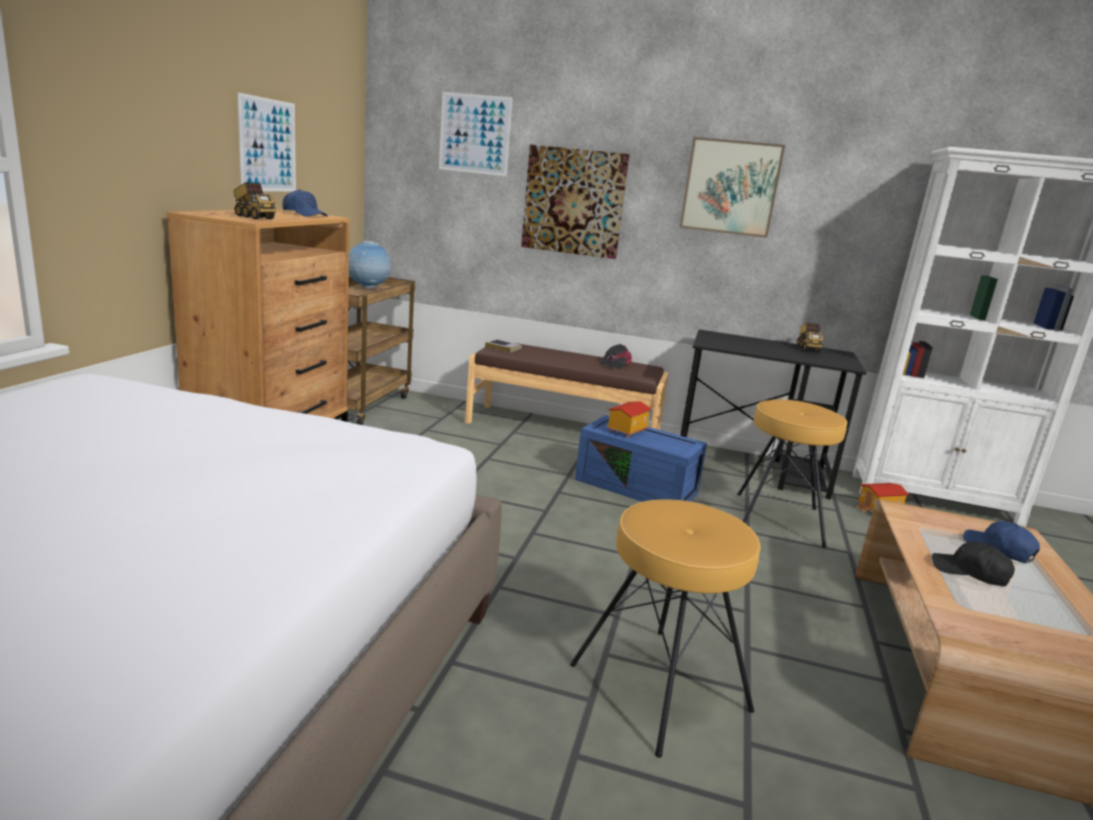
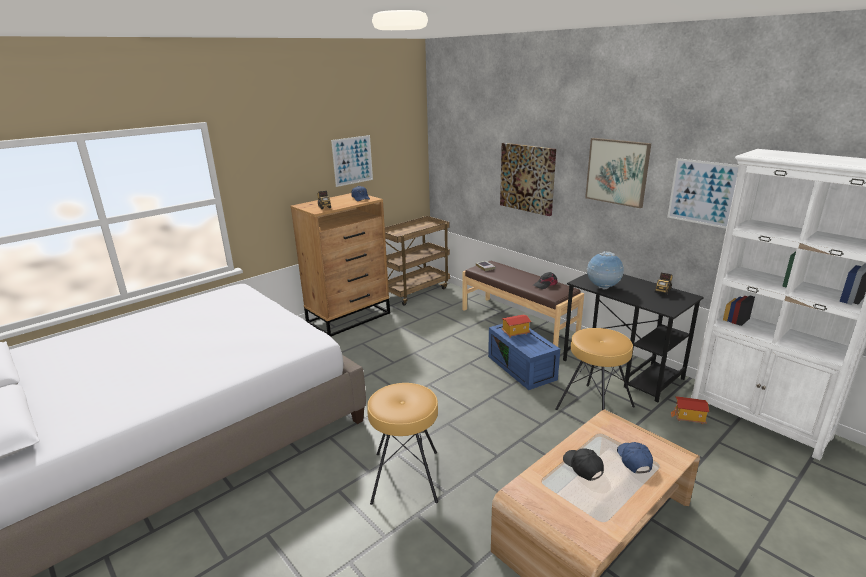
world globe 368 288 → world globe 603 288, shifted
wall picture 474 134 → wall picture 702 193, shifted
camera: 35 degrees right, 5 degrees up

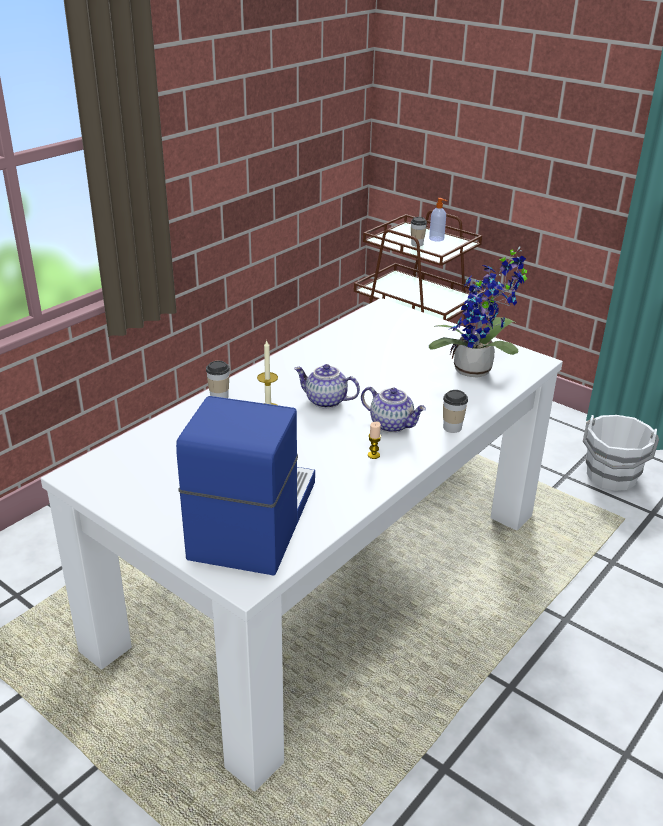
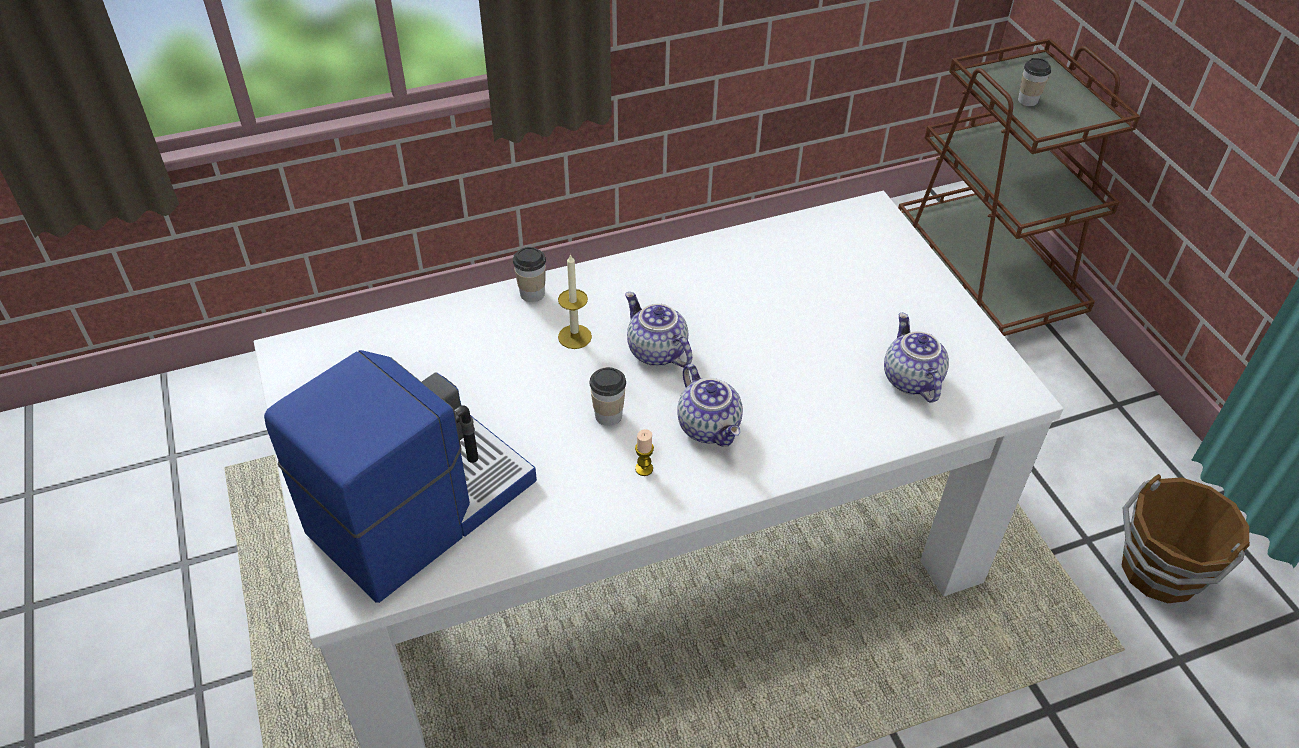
liquid soap bottle 437 239 → -
potted plant 477 371 → teapot 909 379
cup 452 427 → cup 608 415, shifted
white water bucket 611 477 → brown water bucket 1159 572
camera: 30 degrees right, 15 degrees up

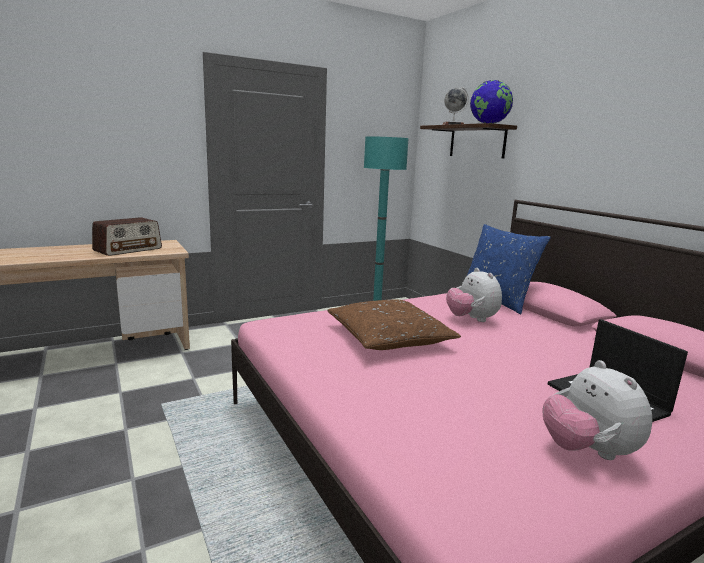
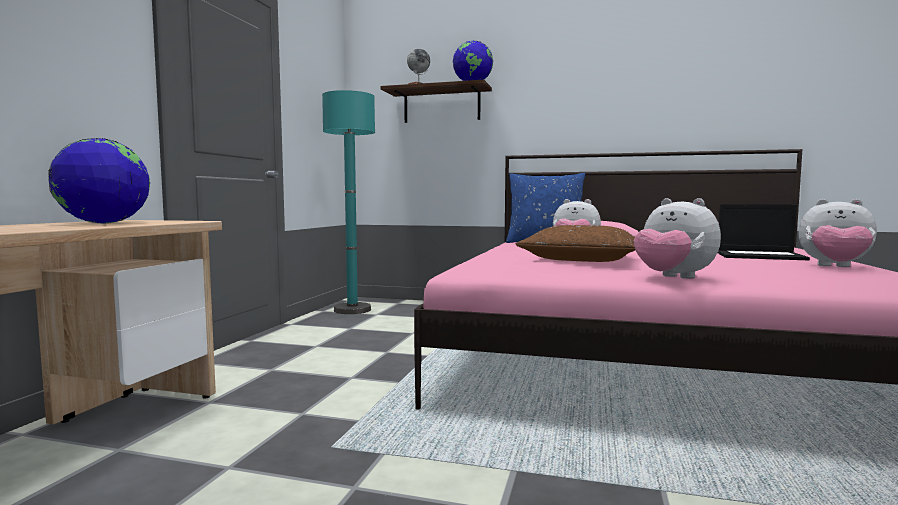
radio set 128 249 → world globe 104 223
- → soft toy 673 278
camera: 45 degrees left, 10 degrees down

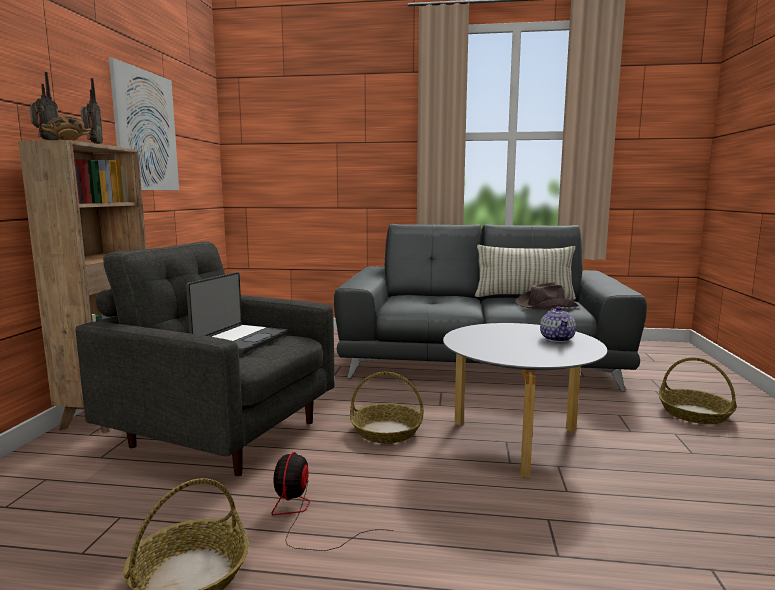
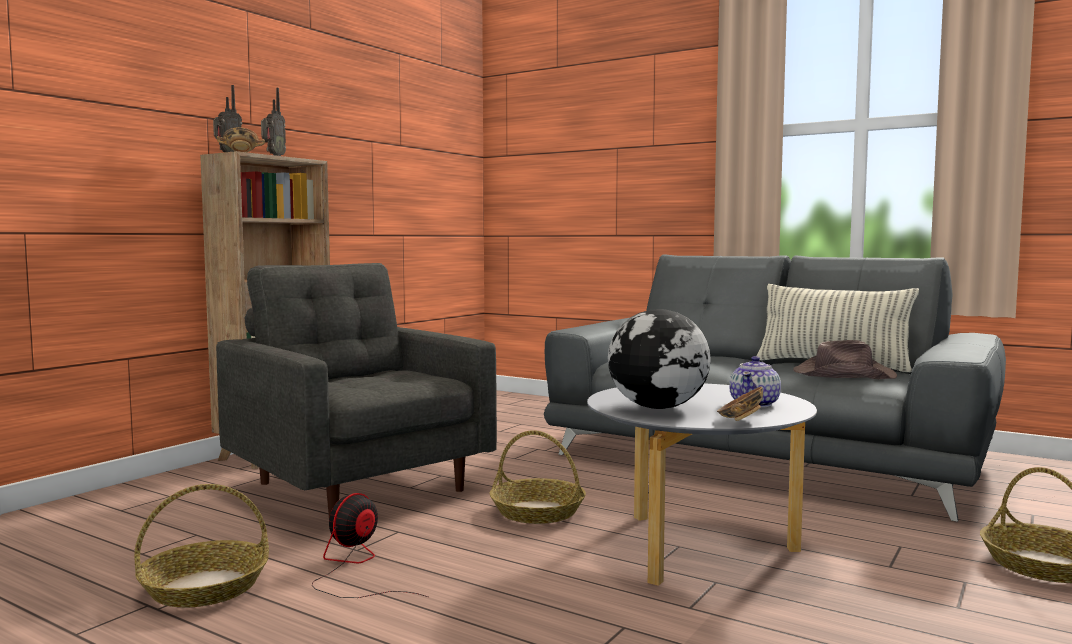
wall picture 146 131 → -
laptop 240 340 → -
- → world globe 657 408
- → bowl 739 420
camera: 25 degrees right, 5 degrees down

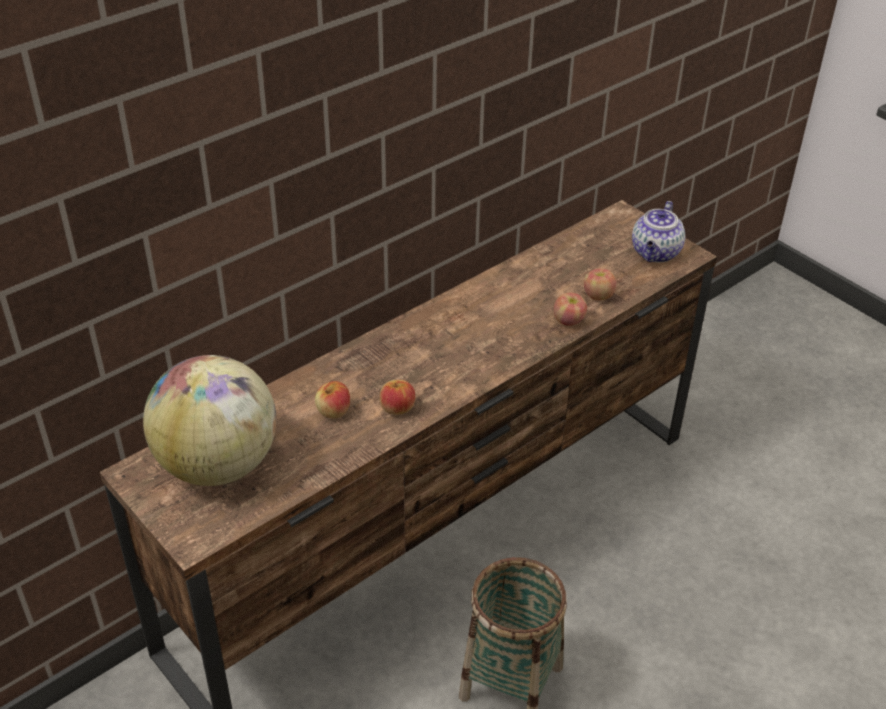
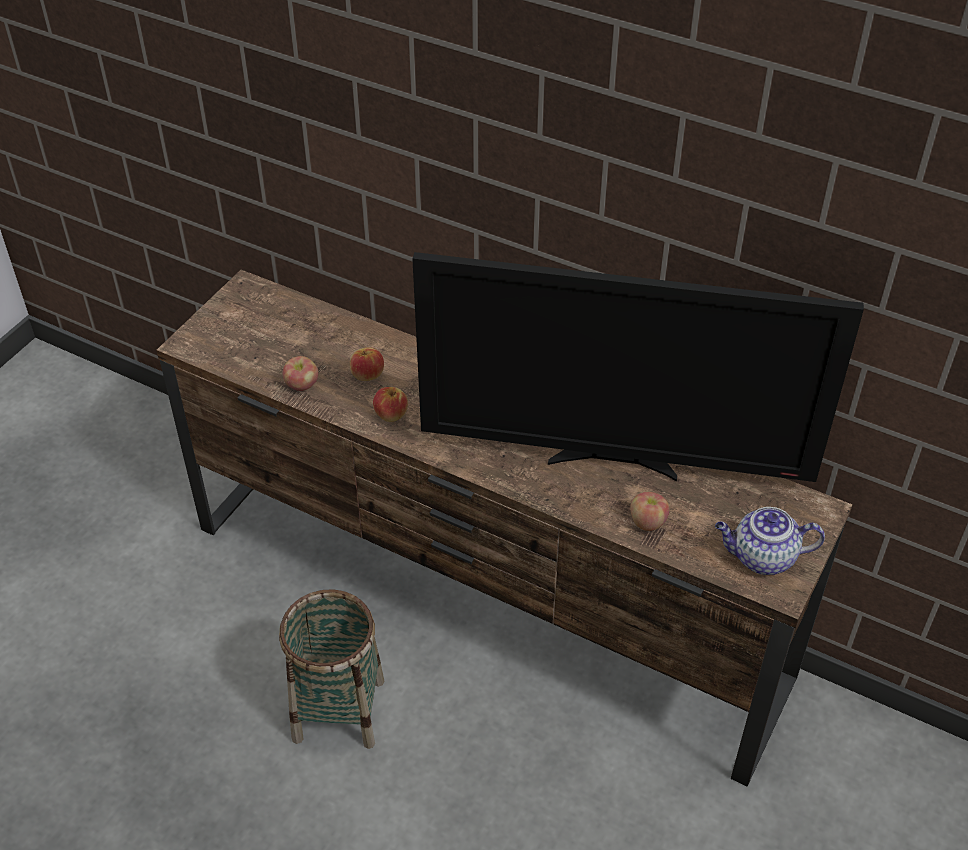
world globe 218 464 → -
apple 568 321 → apple 302 385, shifted
- → television 614 461
camera: 70 degrees right, 5 degrees up

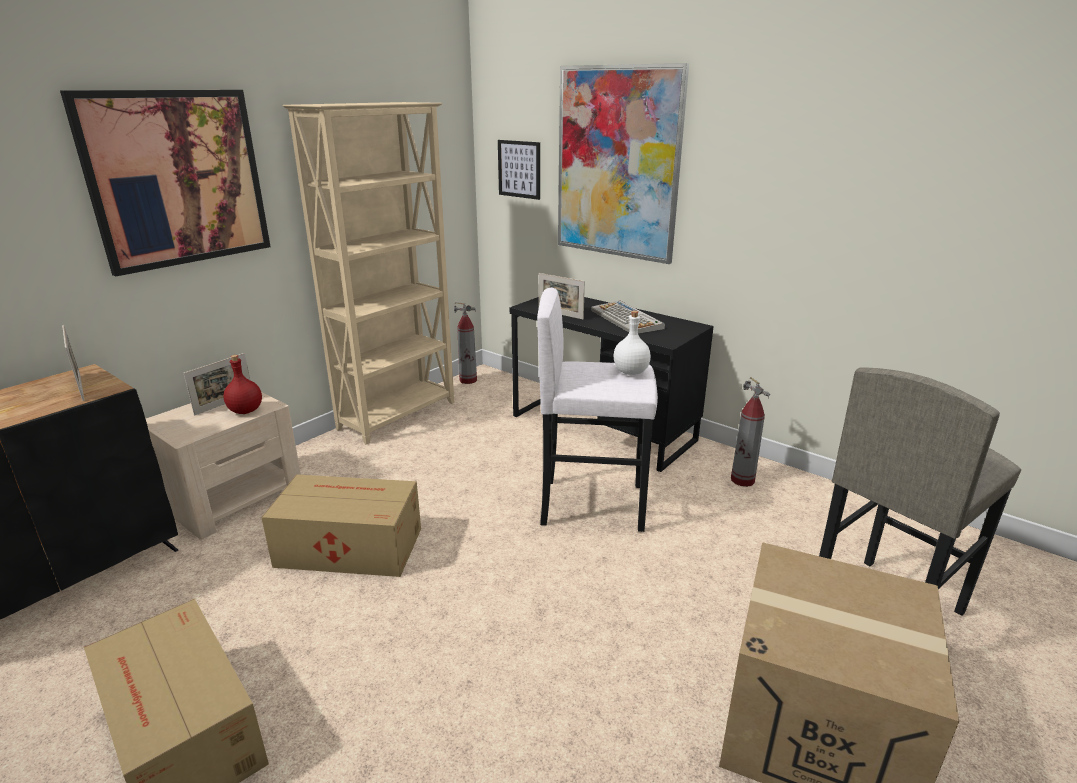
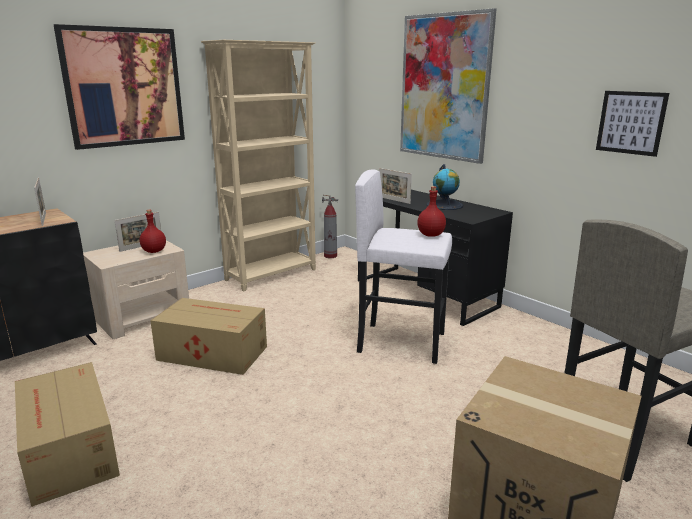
wall picture 519 169 → wall picture 631 122, shifted
PC keyboard 627 319 → world globe 444 205
white beverage bottle 630 371 → red beverage bottle 431 235
fire-fighting cylinder 742 480 → -
camera: 10 degrees right, 5 degrees down

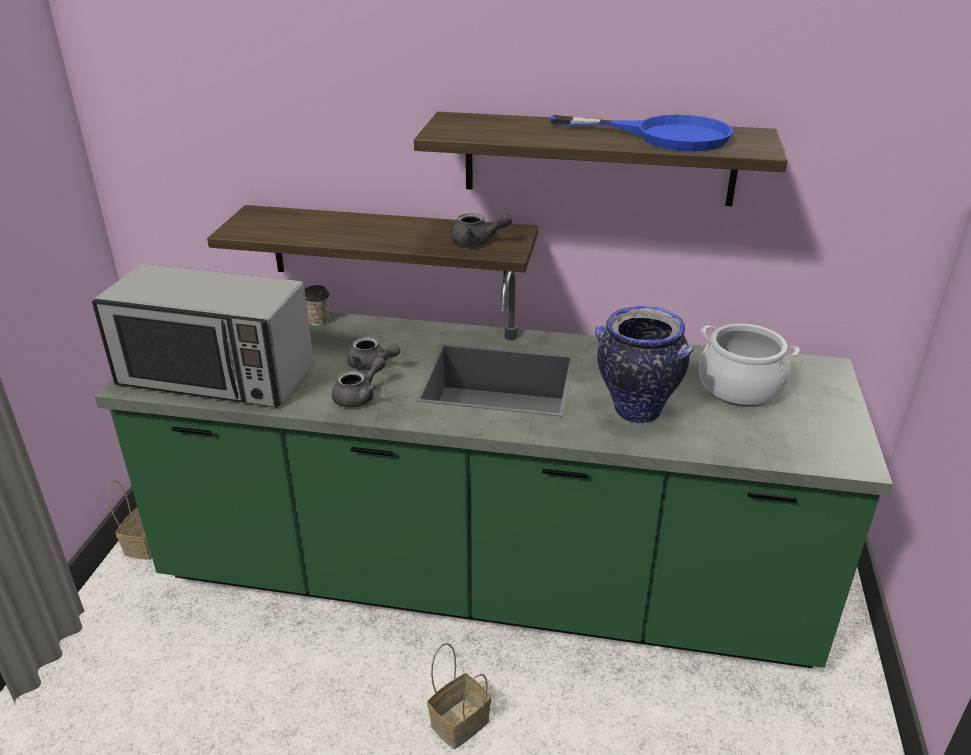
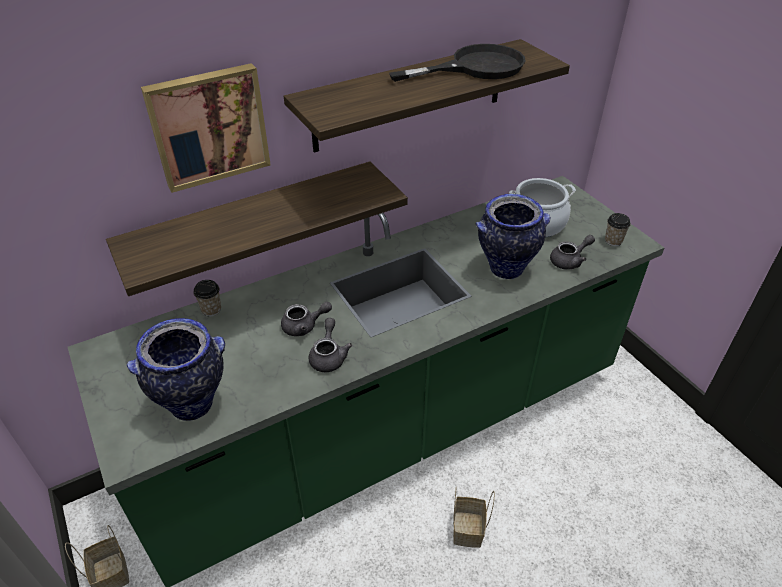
kitchen microwave 216 376 → vase 193 404
greyish teapot 477 242 → greyish teapot 569 261, shifted
blue-coloured skillet 664 136 → blackish skillet 475 67
- → wall picture 208 126
- → cup 613 241
camera: 40 degrees left, 10 degrees up

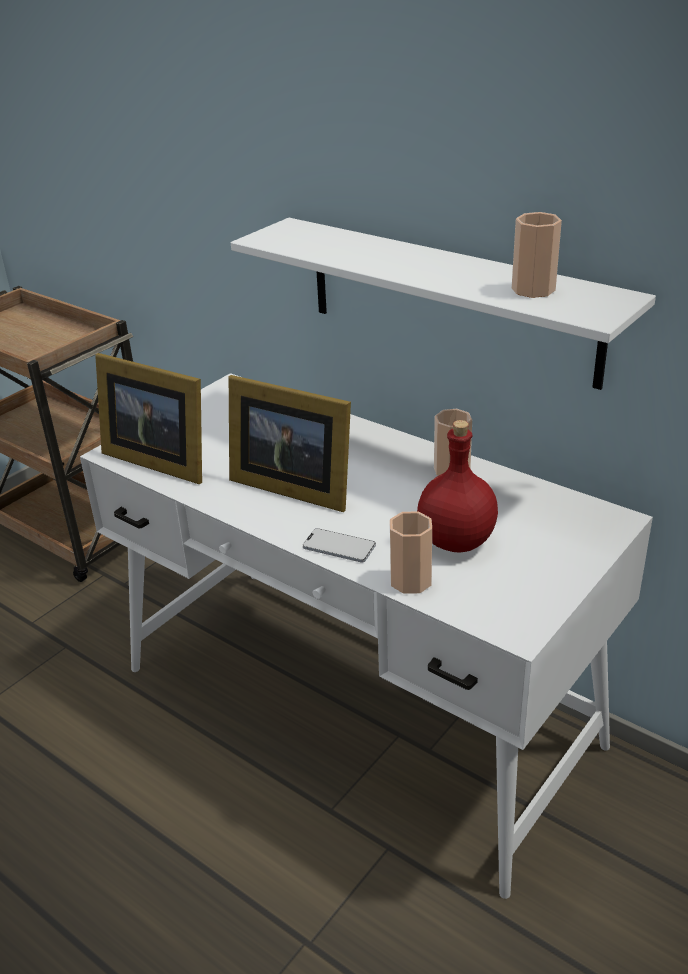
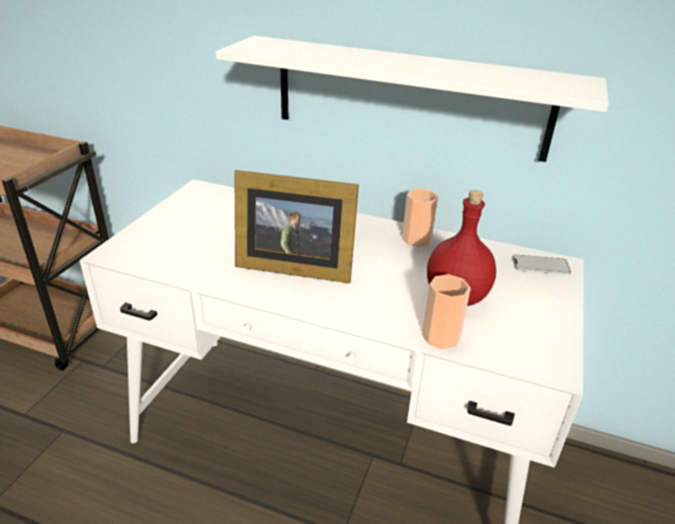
picture frame 158 459 → -
handset 339 547 → handset 540 266, shifted
cup 533 289 → -
camera: 20 degrees left, 0 degrees up

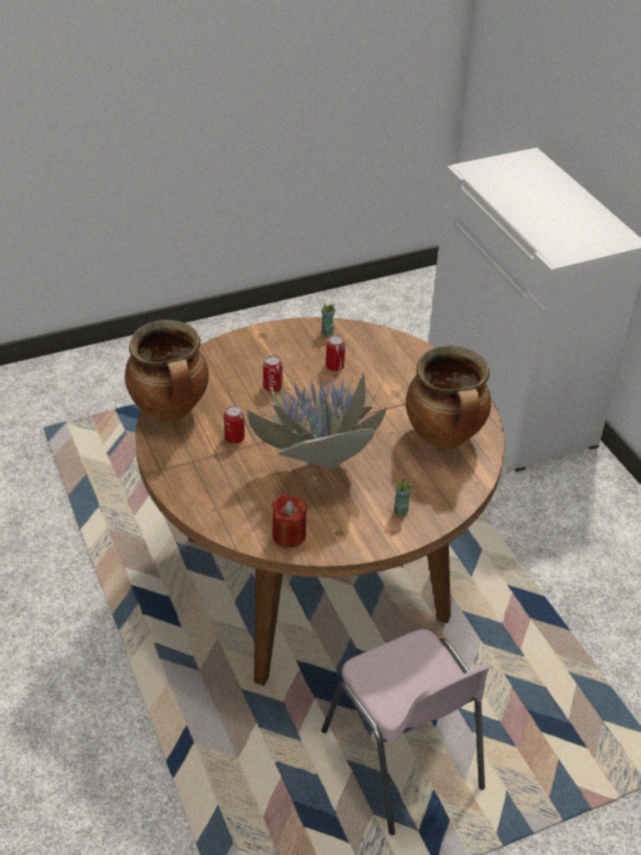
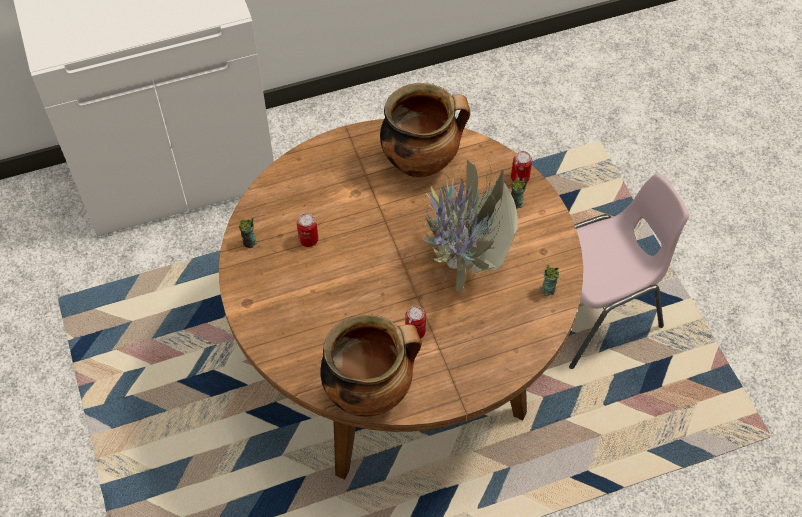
metal can 272 387 → metal can 520 178, shifted
red wax candle 289 535 → cup 547 290
camera: 85 degrees left, 15 degrees up

